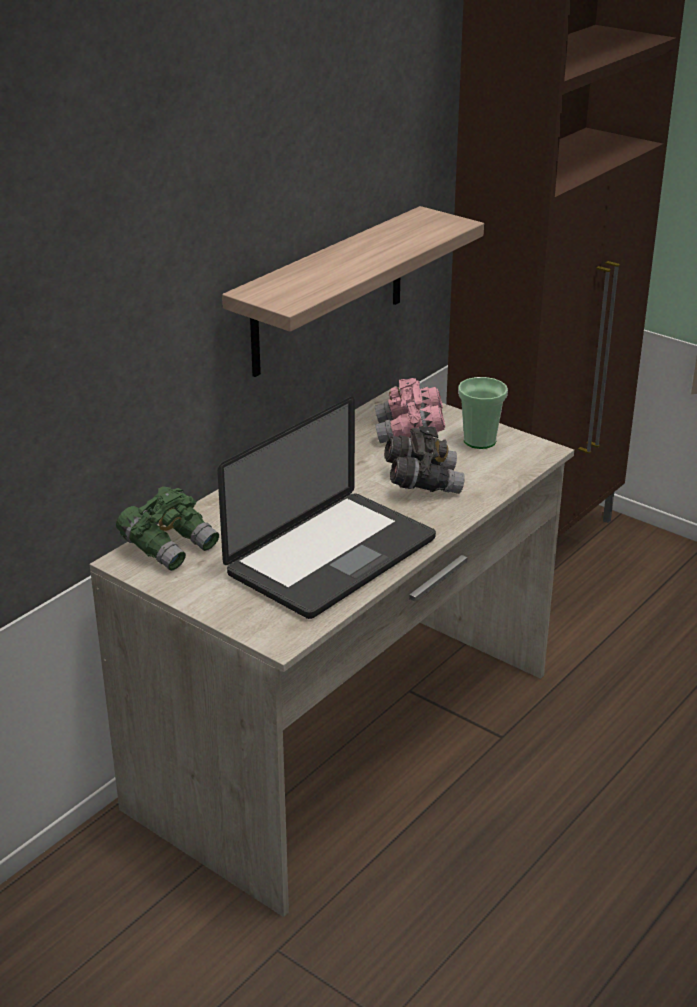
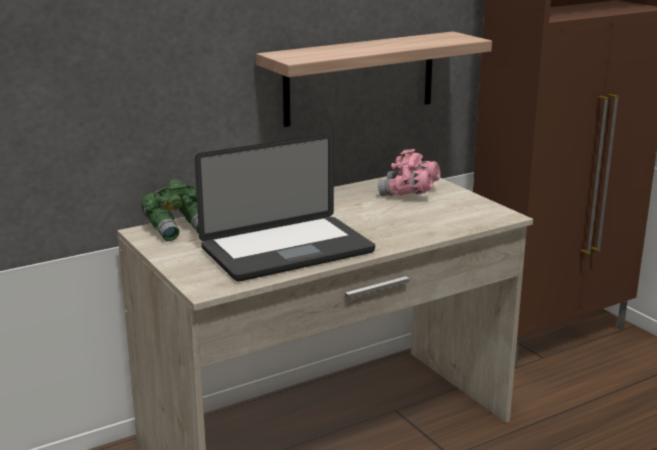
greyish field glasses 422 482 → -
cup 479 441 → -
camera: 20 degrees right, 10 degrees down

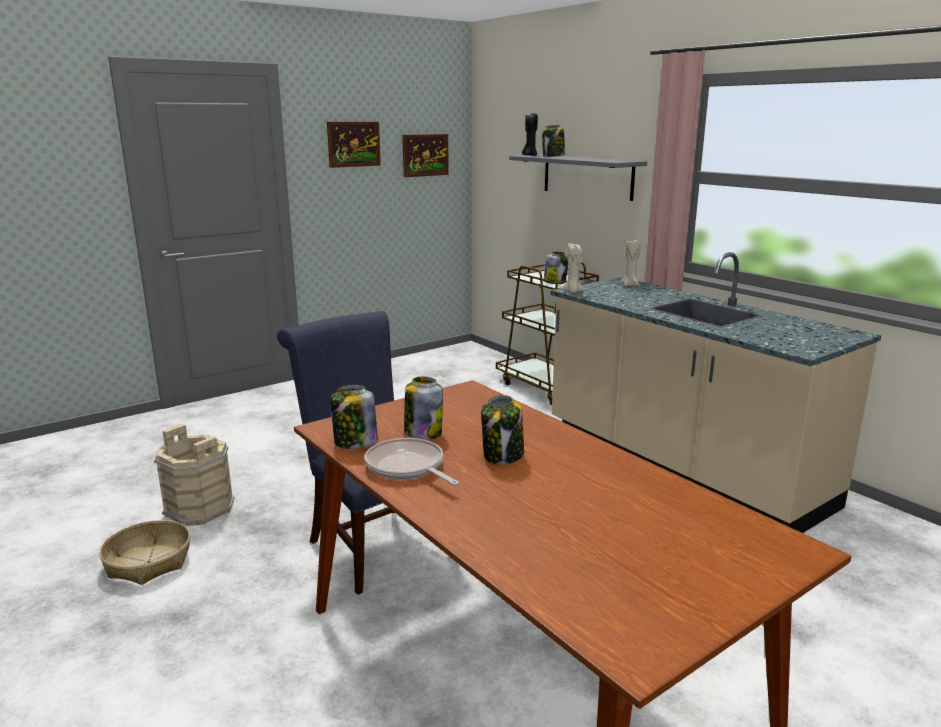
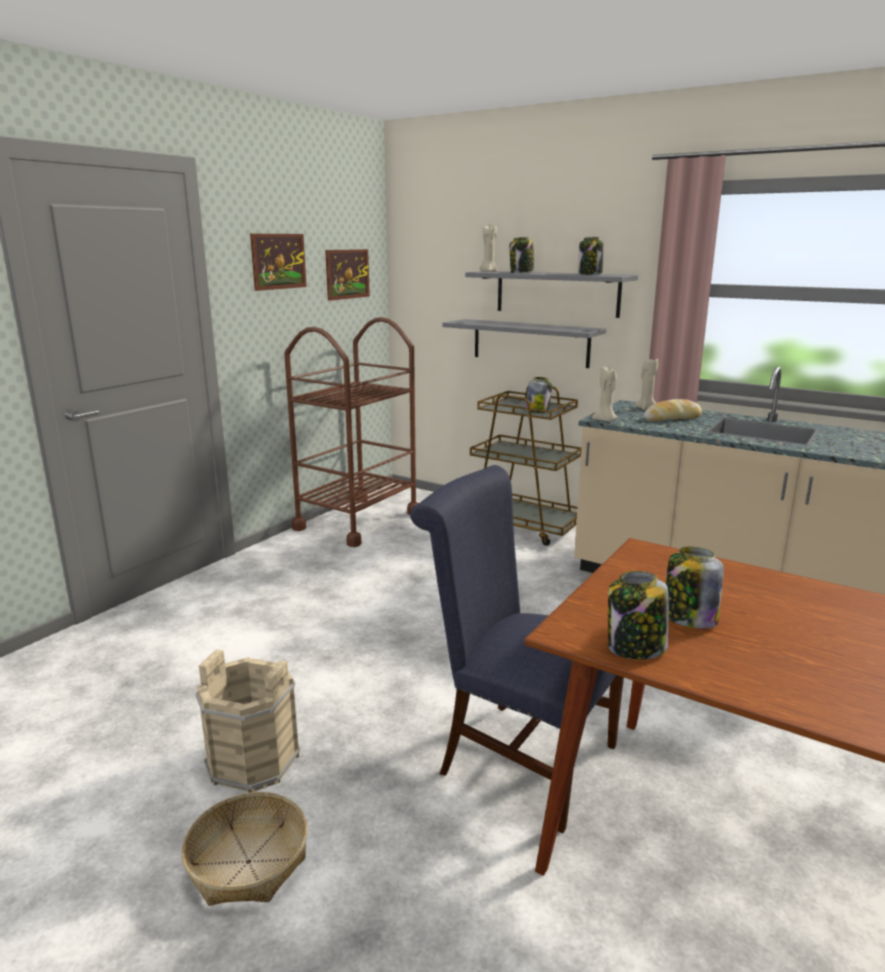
skillet 407 467 → -
preserve jar 503 455 → preserve jar 590 274, shifted
blackish wax candle 530 155 → beige-coloured wax candle 488 271
- → brown wheeled cart 357 521
- → greyish bracket shelf 530 343
- → baked bread 672 418
camera: 20 degrees left, 0 degrees up

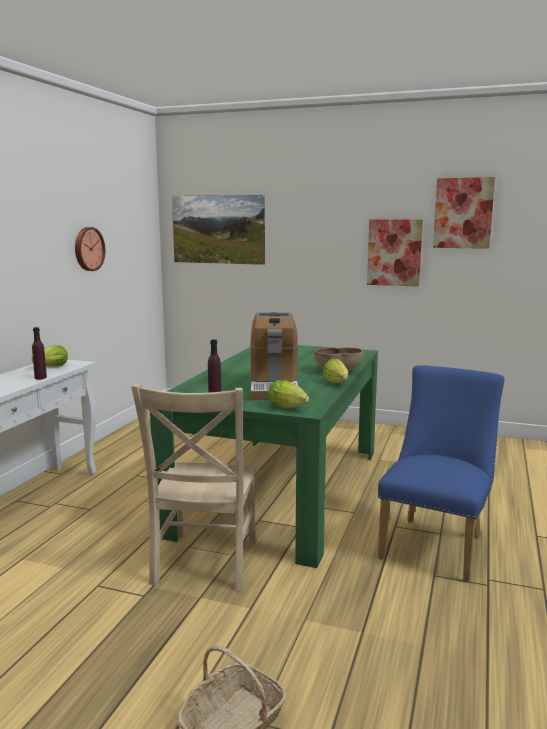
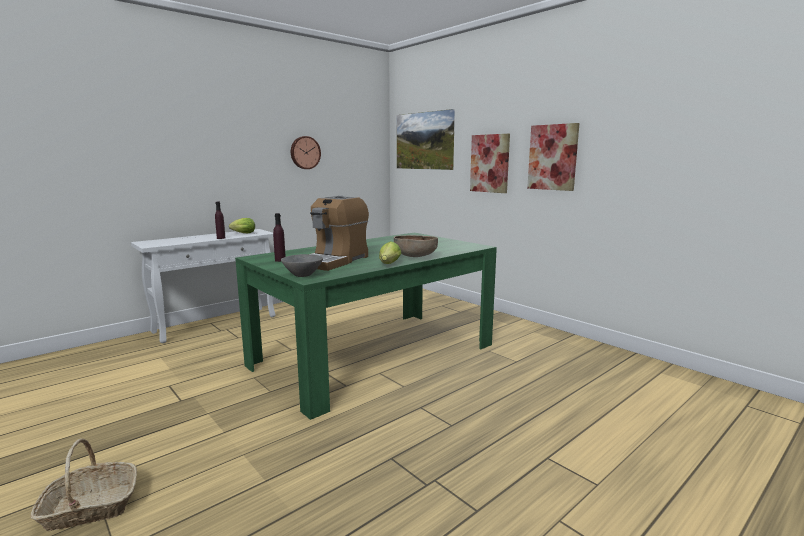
beige-coloured upright chair 204 564 → -
head of lettuce 289 408 → greyish bowl 303 275
blue-coloured upright chair 436 544 → -
wall picture 463 213 → wall picture 490 163, shifted
camera: 30 degrees right, 0 degrees up

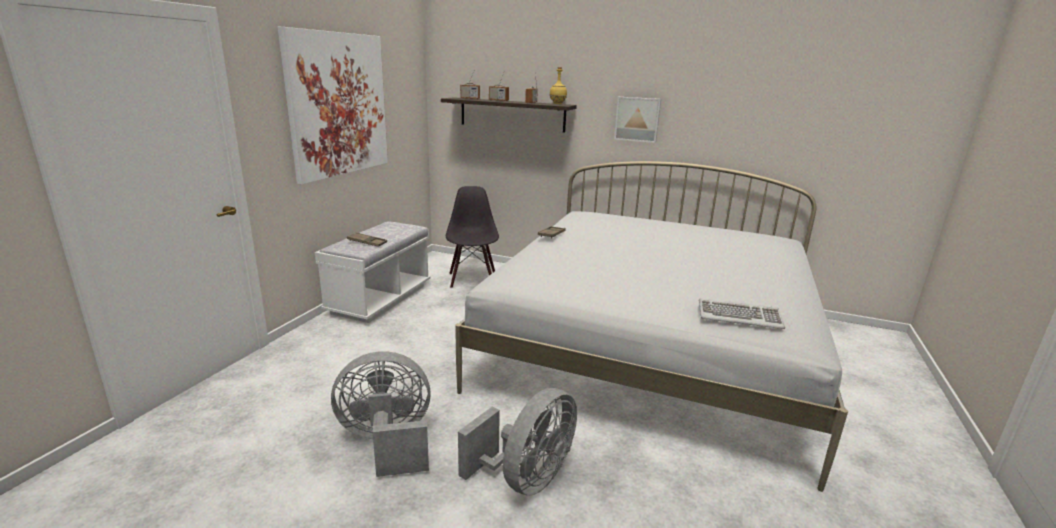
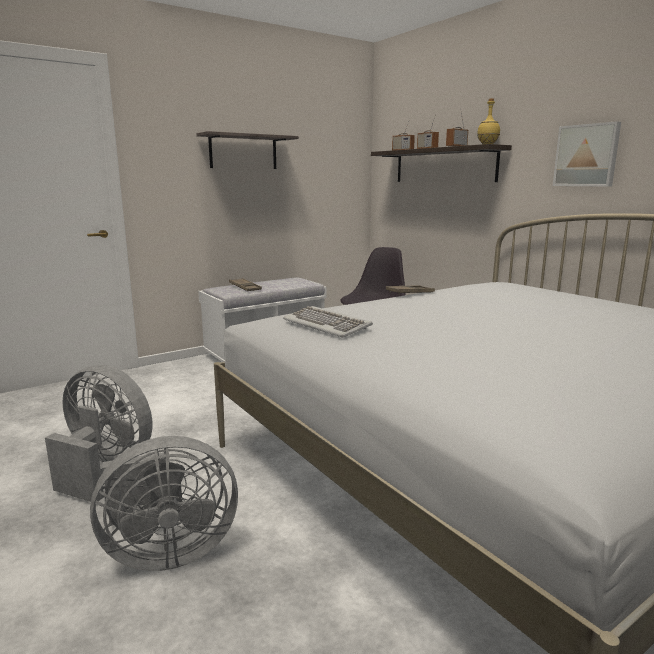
wall picture 338 105 → bracket shelf 243 152
PC keyboard 739 316 → PC keyboard 327 325, shifted
camera: 35 degrees right, 5 degrees down

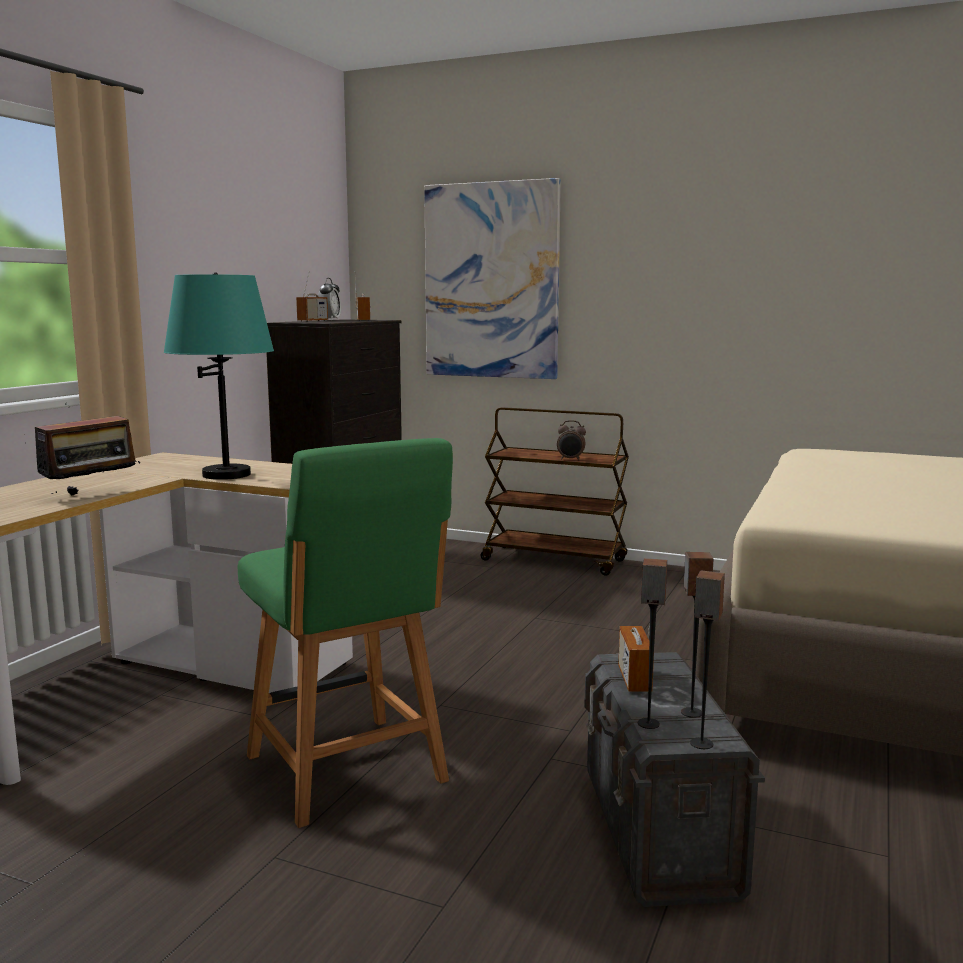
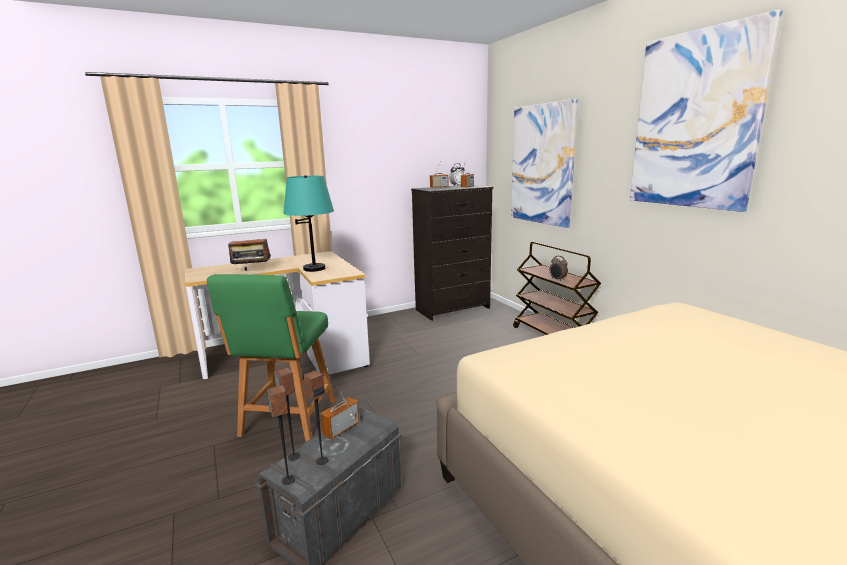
- → wall picture 695 121
camera: 40 degrees right, 5 degrees up

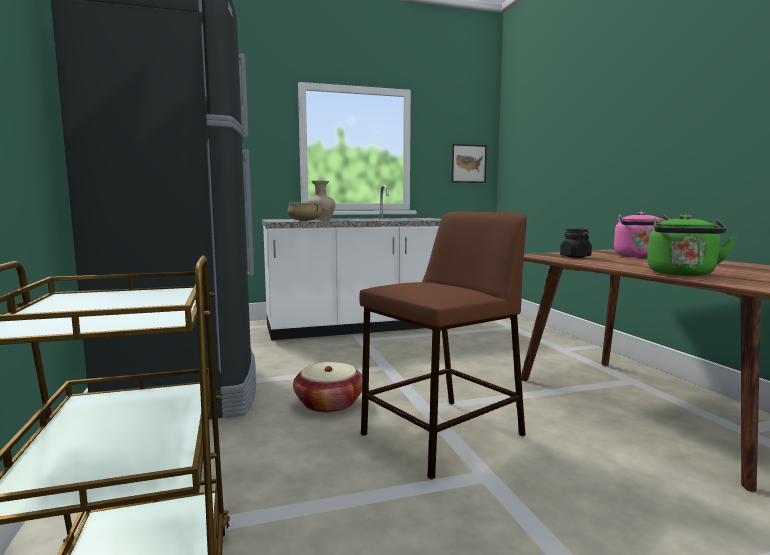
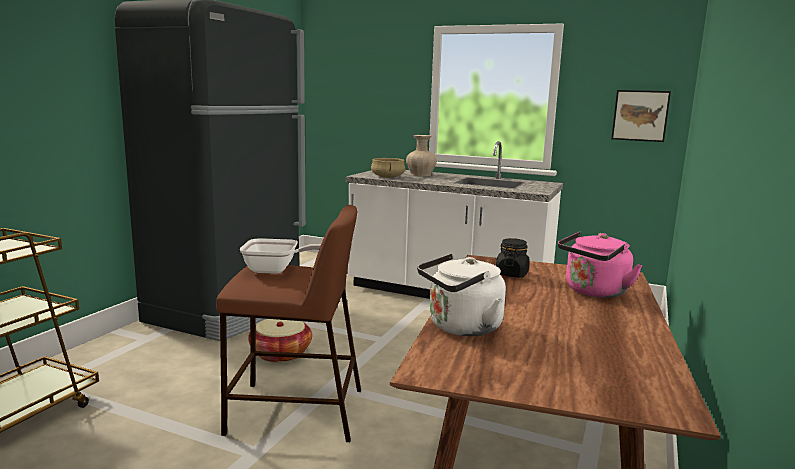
greenish kettle 682 274 → white kettle 461 328
- → skillet 276 270
camera: 40 degrees right, 5 degrees up

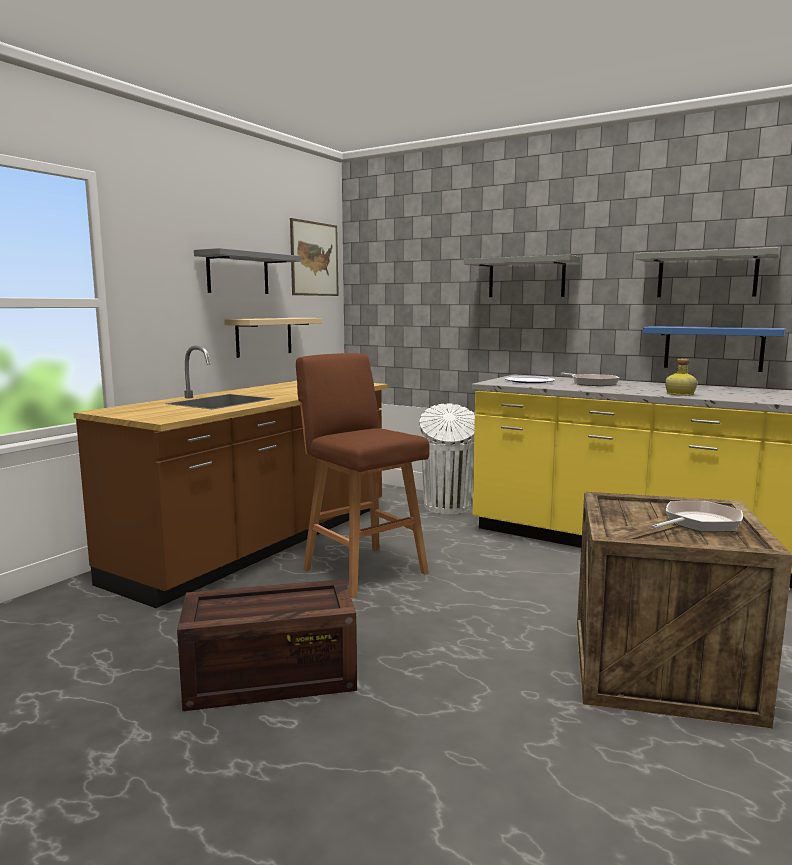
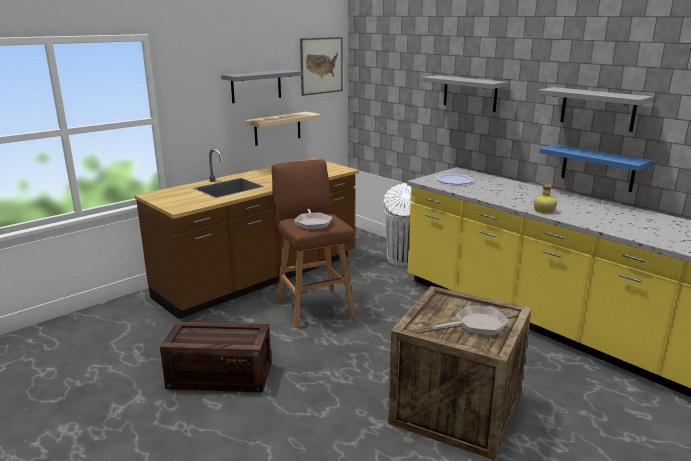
skillet 592 383 → skillet 313 223, shifted
camera: 15 degrees right, 10 degrees up

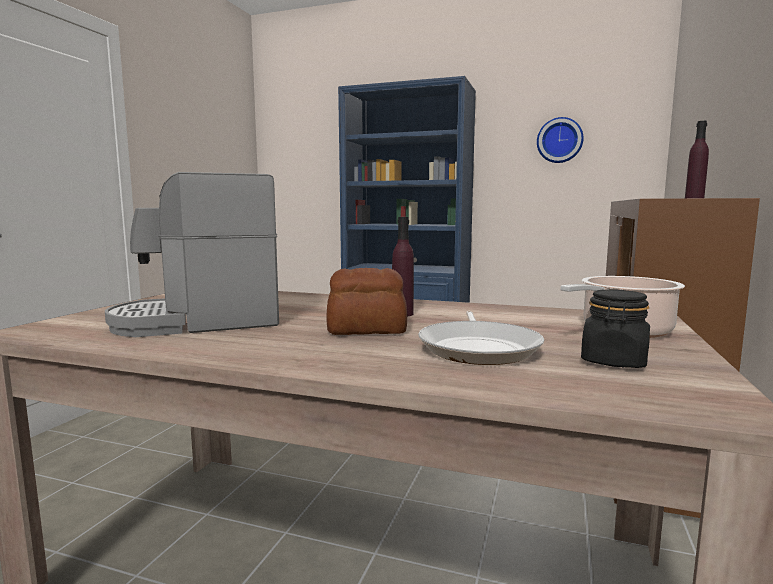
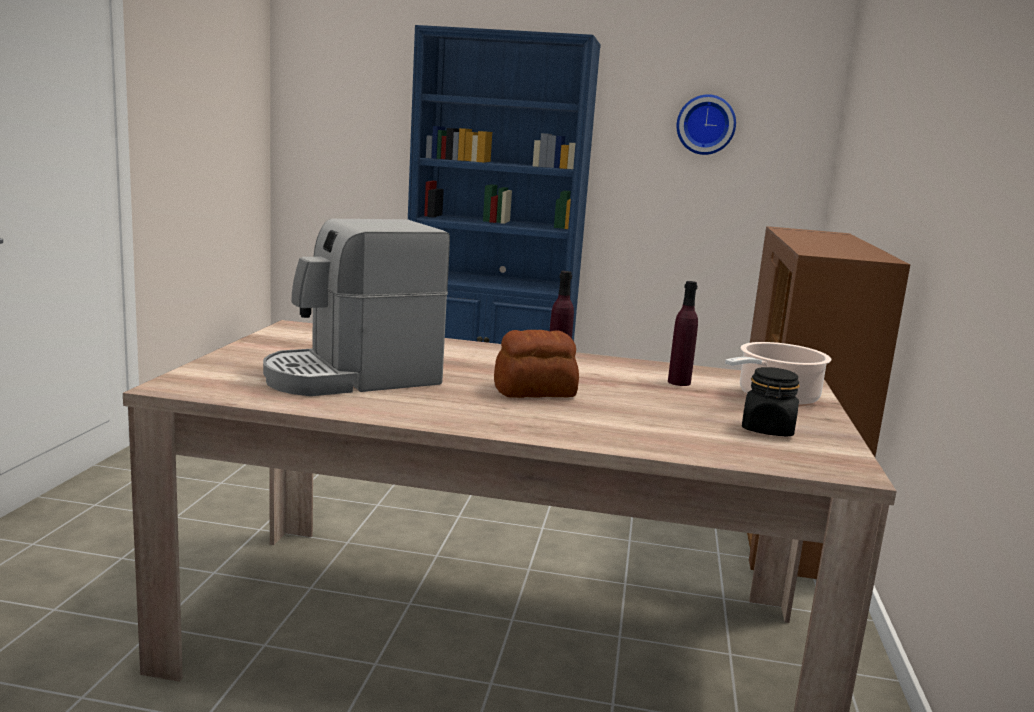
skillet 479 348 → -
purple-coloured beverage bottle 694 199 → purple-coloured beverage bottle 679 382, shifted
camera: 10 degrees left, 5 degrees up

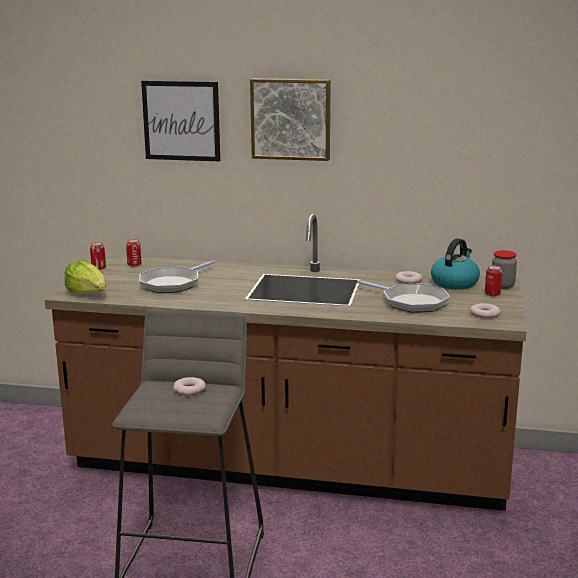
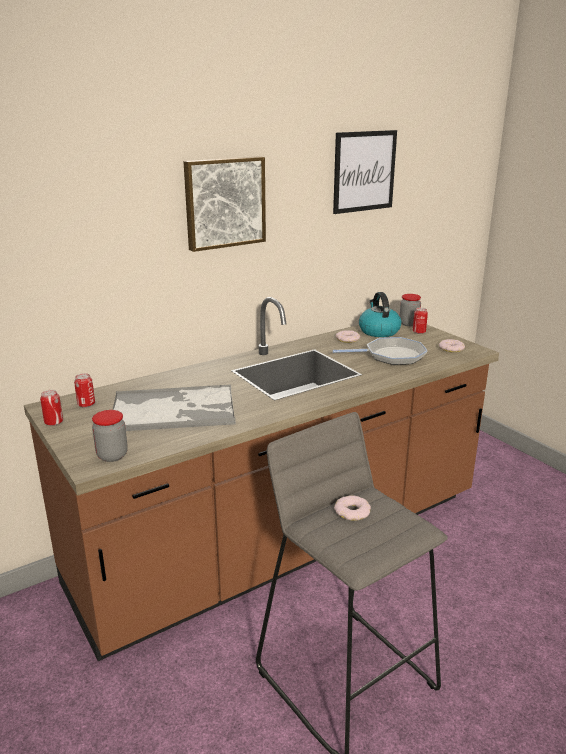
head of lettuce 88 294 → preserve jar 112 455
skillet 172 284 → serving tray 175 410
wall picture 181 121 → wall picture 364 171, shifted
camera: 45 degrees left, 5 degrees up

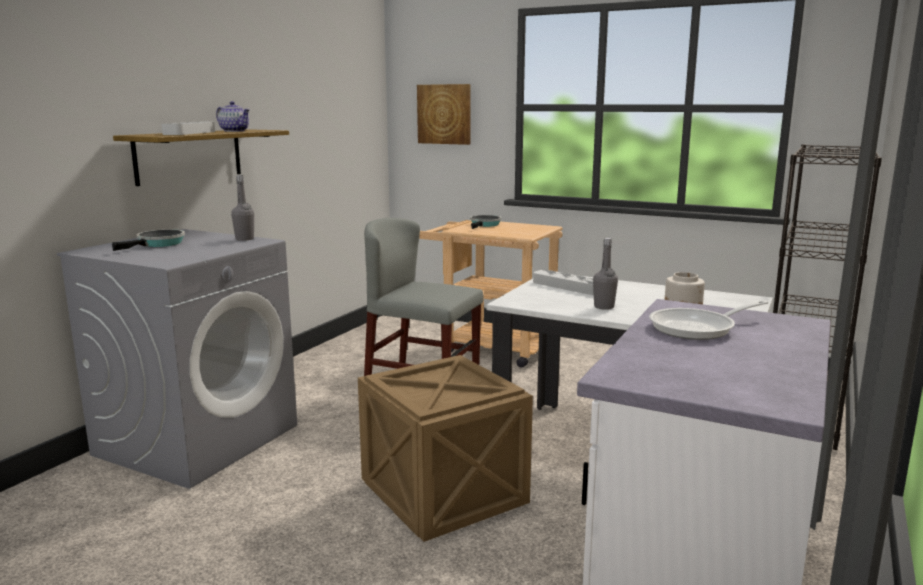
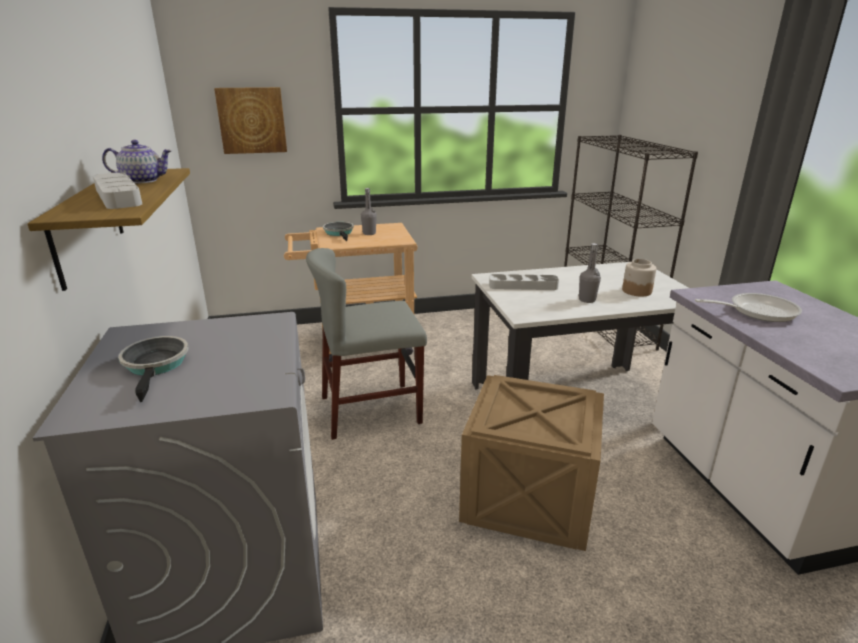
greyish beverage bottle 244 239 → greyish beverage bottle 369 233, shifted
skillet 698 328 → skillet 757 311, 120 degrees counterclockwise
camera: 40 degrees left, 10 degrees up

